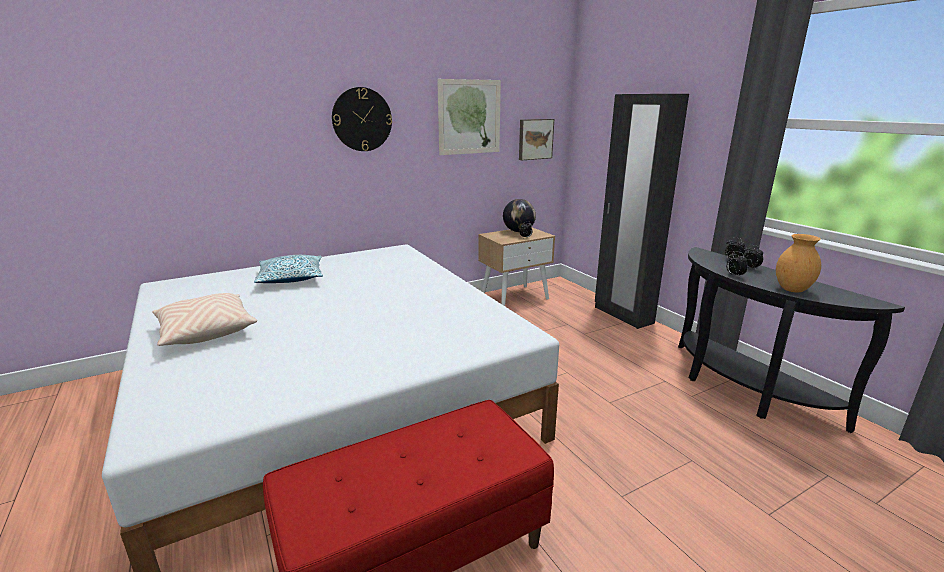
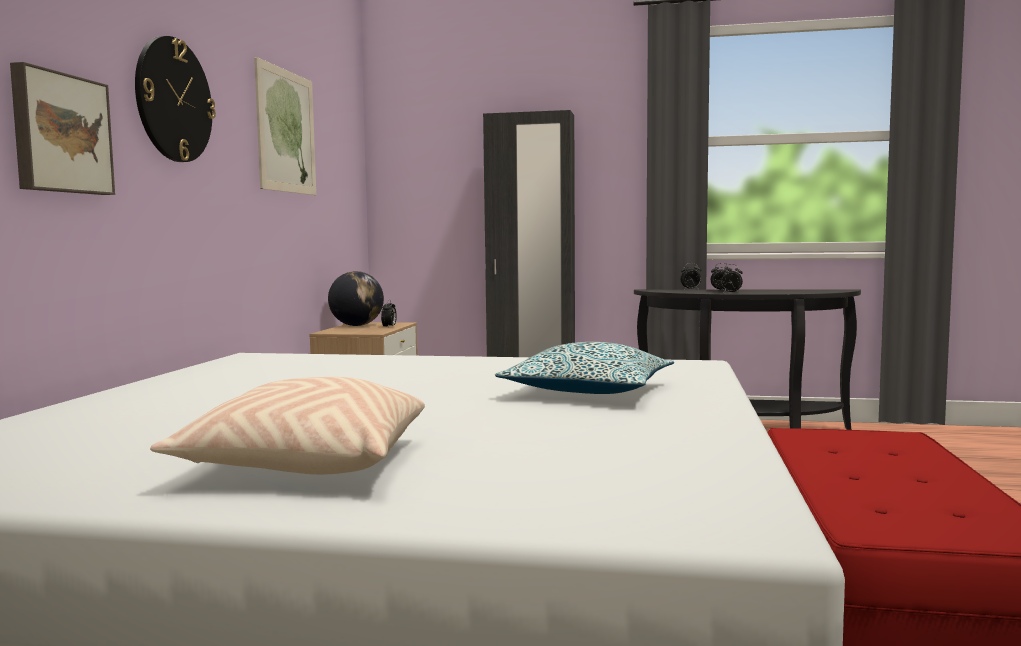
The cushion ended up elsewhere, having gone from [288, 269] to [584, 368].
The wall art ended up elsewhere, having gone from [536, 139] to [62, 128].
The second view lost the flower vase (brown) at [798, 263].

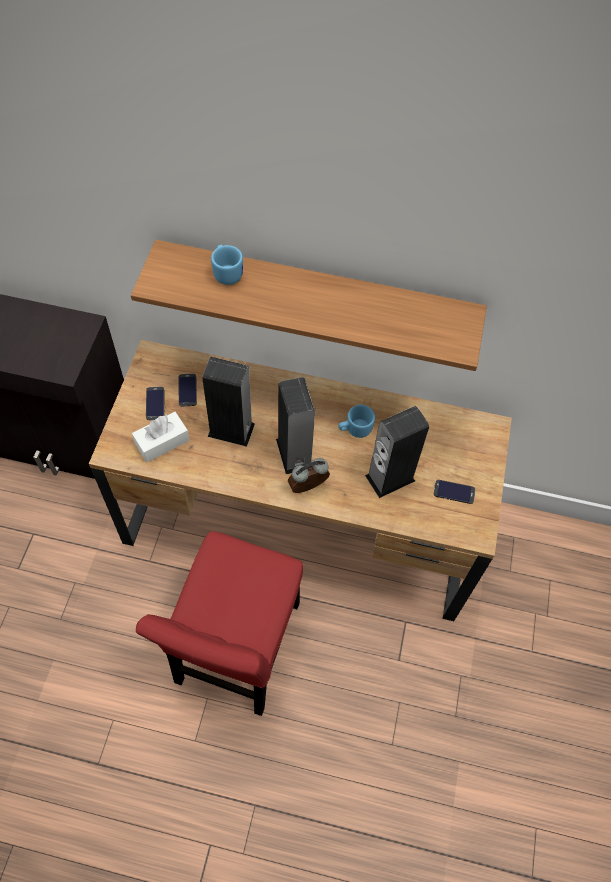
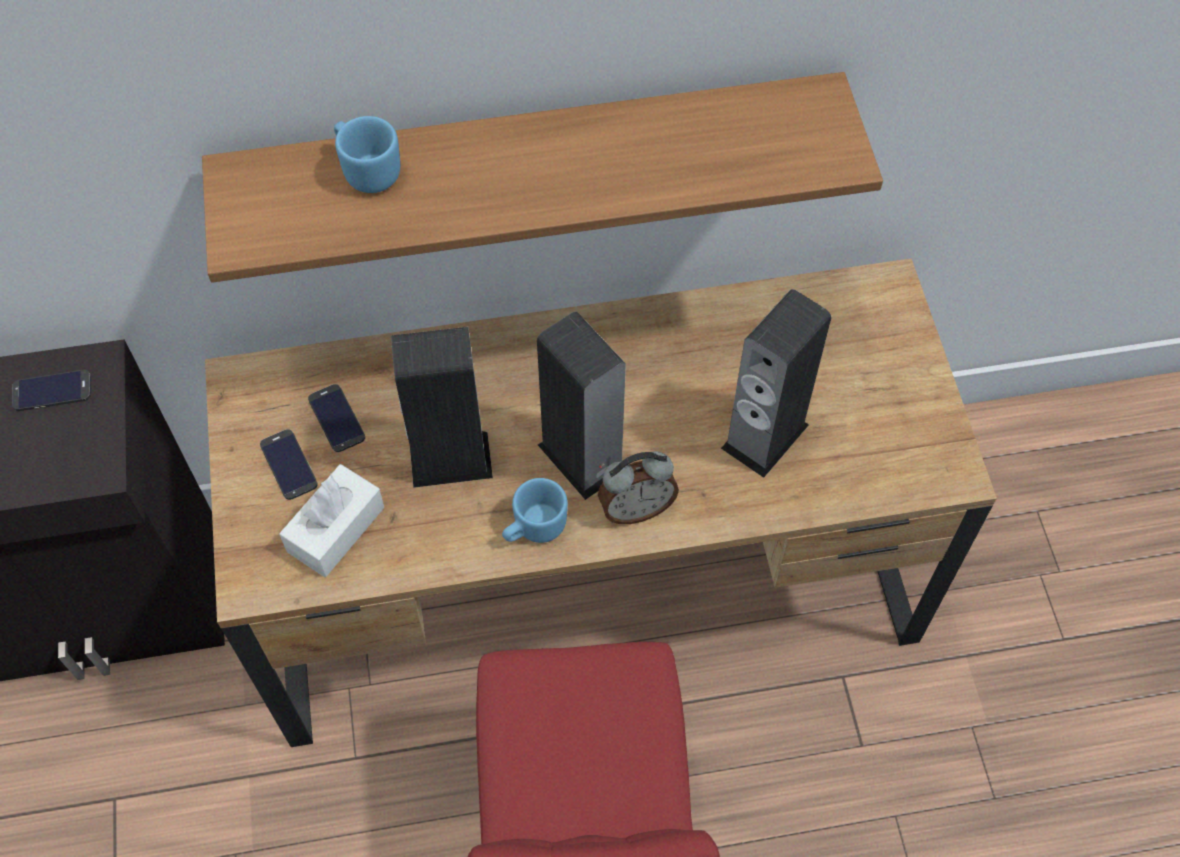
The bedside clock at [309, 475] ended up facing another way, 150 degrees counterclockwise from before.
The mug (blue) ended up elsewhere, having gone from [356, 421] to [535, 510].
The handset ended up elsewhere, having gone from [455, 492] to [51, 390].

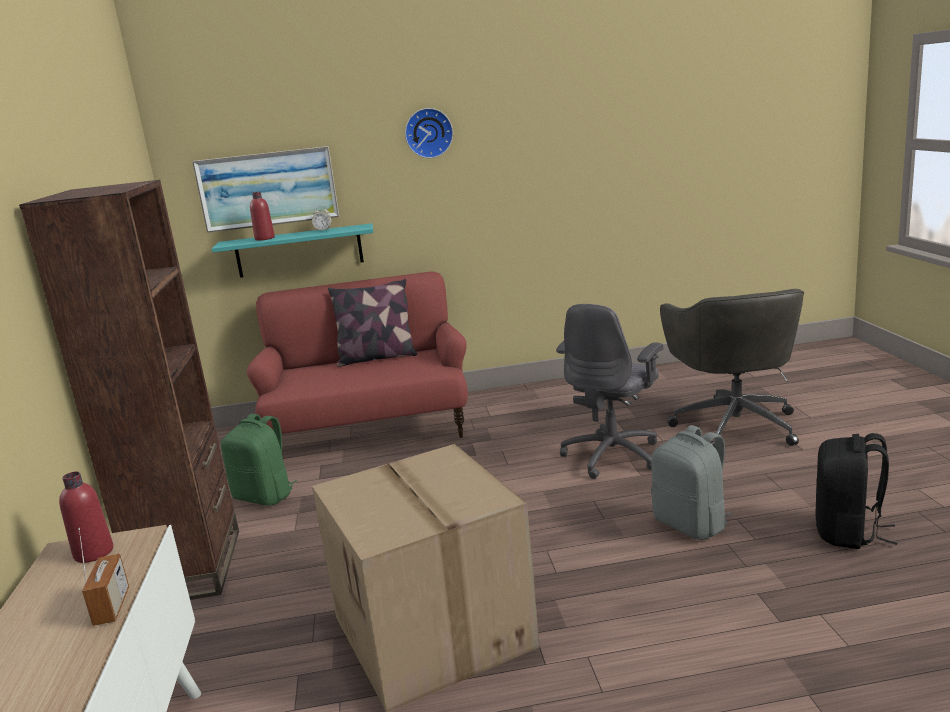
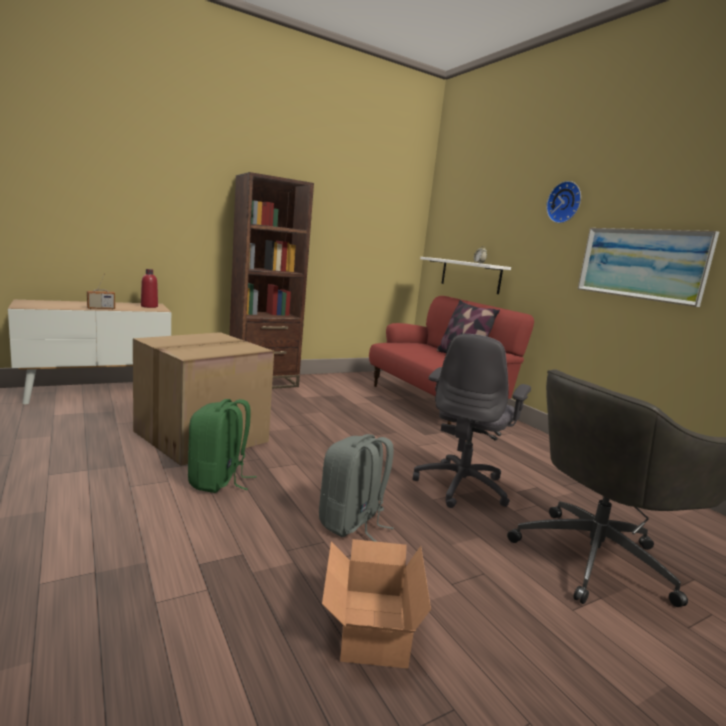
The wall art ended up elsewhere, having gone from [265, 189] to [648, 267].
What was the shelf (turquoise-coloured) at [293, 250] turned into the shelf (white) at [465, 275].
The rucksack (greenish) ended up elsewhere, having gone from [259, 460] to [222, 446].
The second view lost the drink bottle (red-coloured) at [262, 216].
The office chair (gray) at [610, 391] ended up facing another way, 75 degrees counterclockwise from before.
Where the rucksack (black) stood at [856, 491], the packing box came to stand at [376, 603].

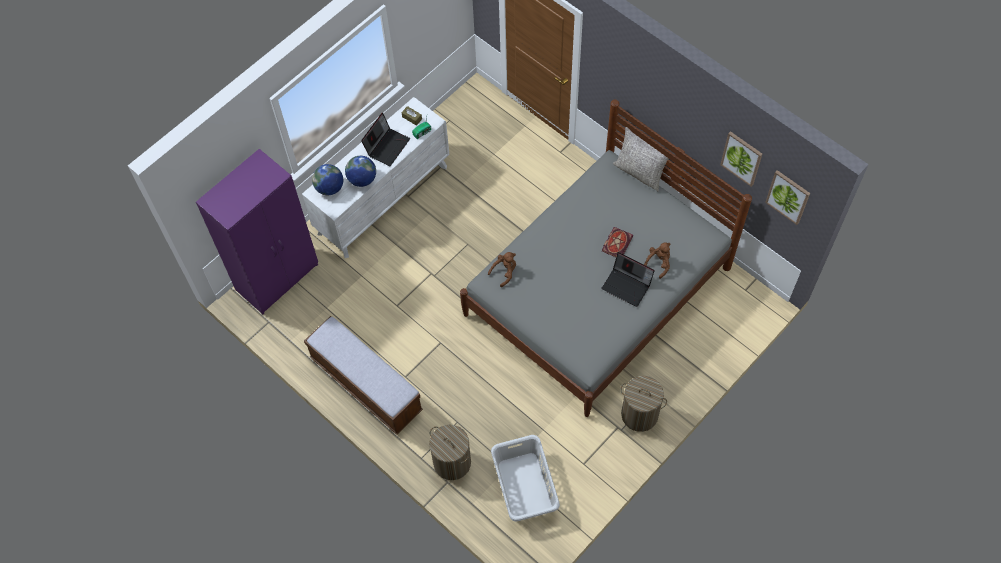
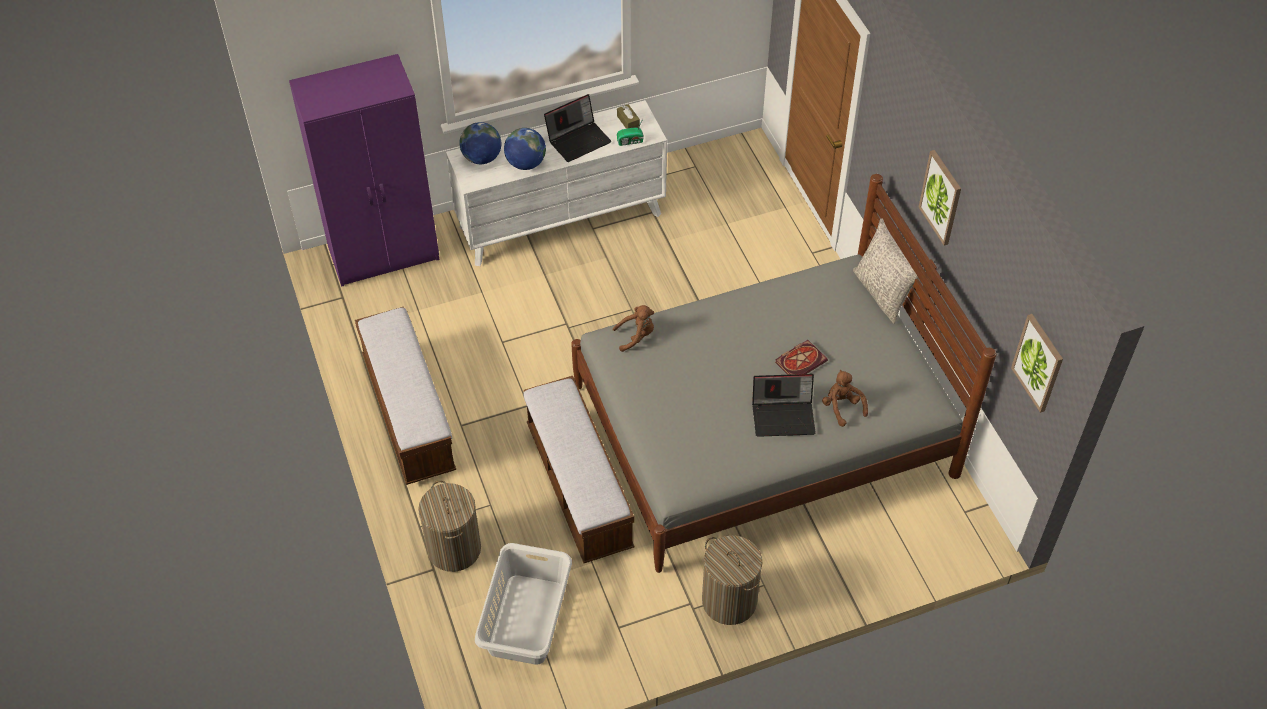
The notebook computer at [628, 279] ended up facing another way, 60 degrees counterclockwise from before.
The soft toy (brown) at [657, 261] ended up facing another way, 90 degrees counterclockwise from before.
The wall art ended up elsewhere, having gone from [741, 159] to [940, 198].
The second view gained the indoor bench at [578, 469].

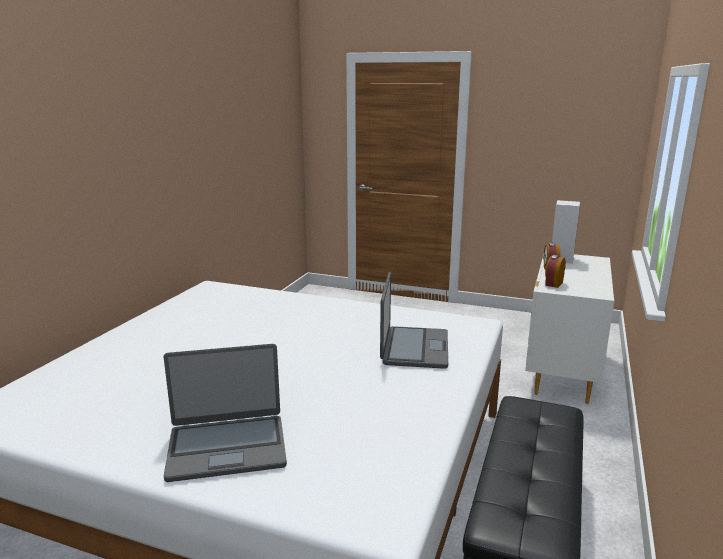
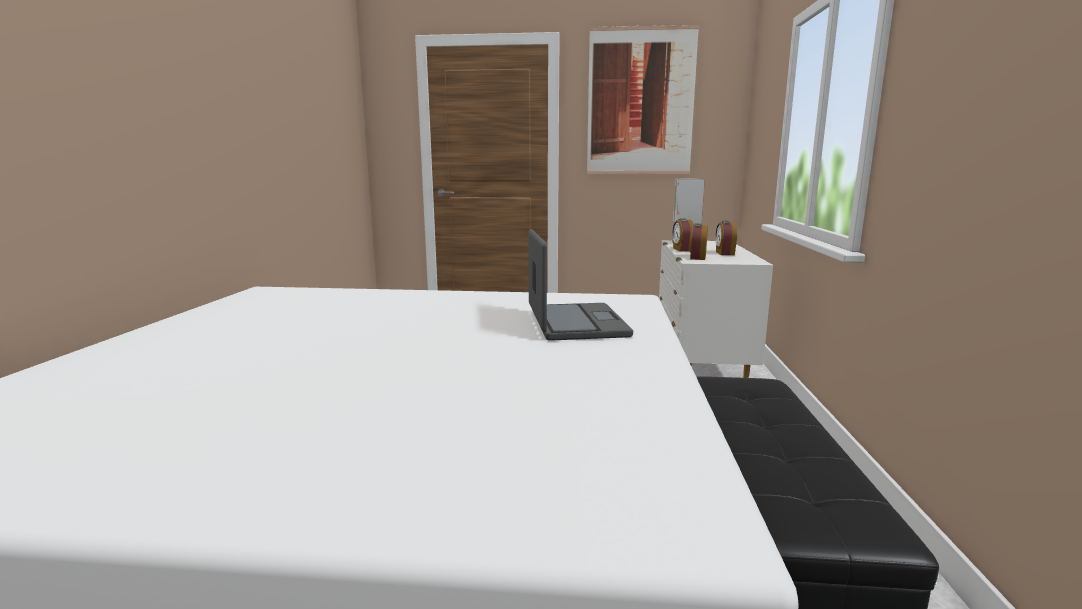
The second view lost the notebook computer at [225, 413].
The second view gained the wall art at [643, 99].
The second view gained the bedside clock at [726, 238].

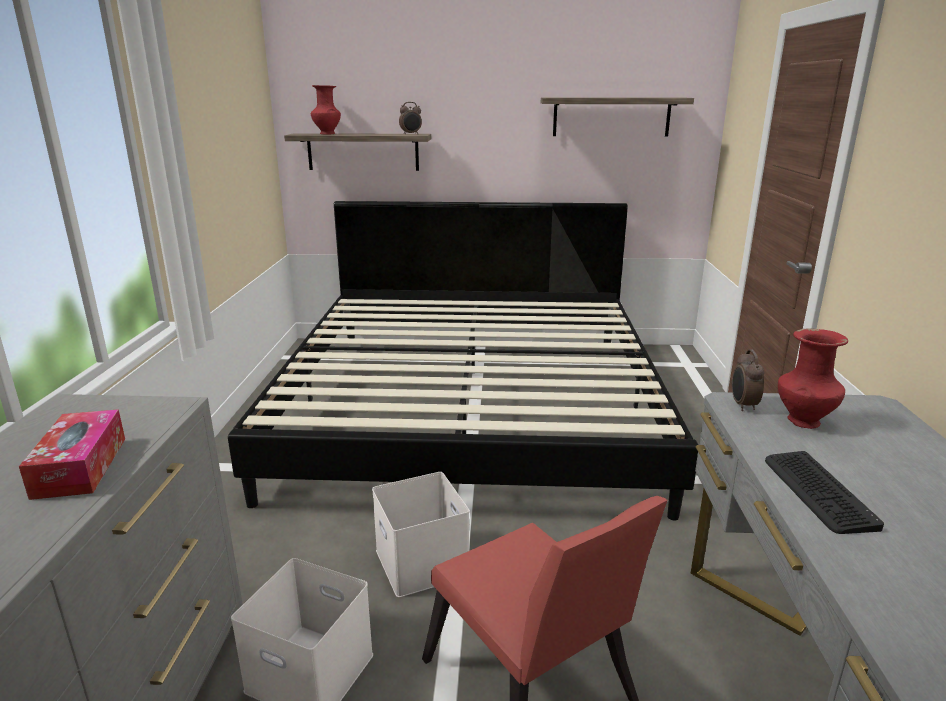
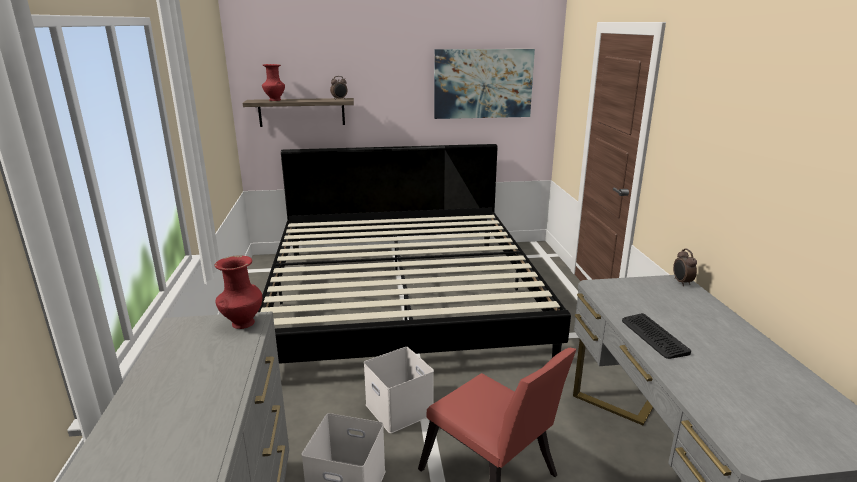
The second view lost the box of tissues at [72, 454].
Where the shelf hung at [617, 117], the wall art came to hang at [484, 84].
The bedside clock ended up elsewhere, having gone from [748, 380] to [685, 267].
The flower vase (red-coloured) ended up elsewhere, having gone from [813, 378] to [238, 292].

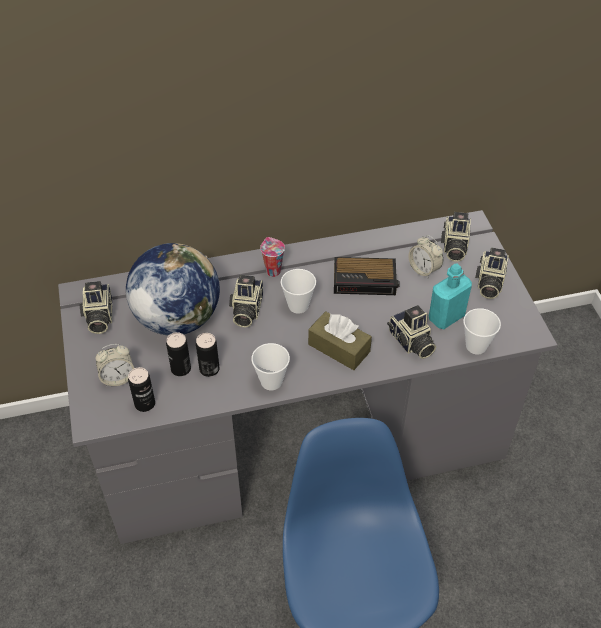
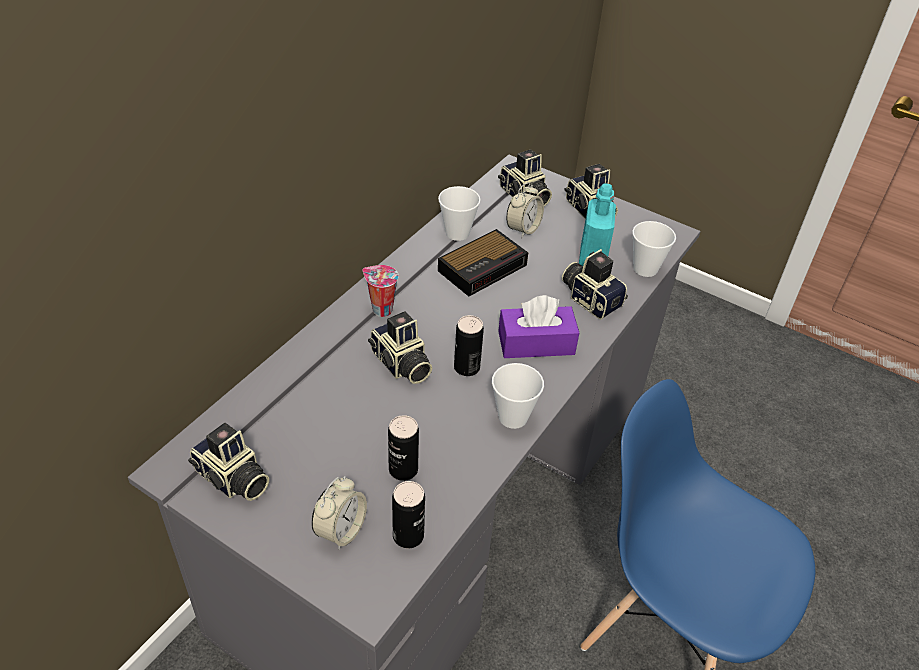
The second view lost the world globe at [173, 289].
The can ended up elsewhere, having gone from [208, 355] to [469, 345].
The drinking cup ended up elsewhere, having gone from [298, 291] to [459, 213].
What was the box of tissues (brown) at [340, 340] turned into the box of tissues (purple) at [538, 326].
The still camera at [411, 332] ended up facing another way, 150 degrees counterclockwise from before.
The bedside clock at [426, 257] ended up facing another way, 60 degrees counterclockwise from before.

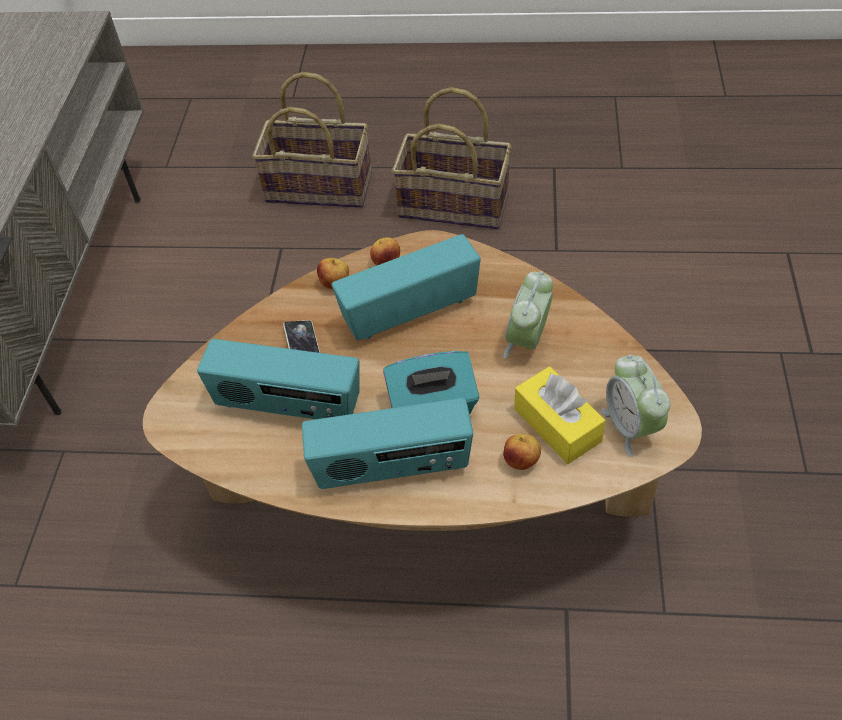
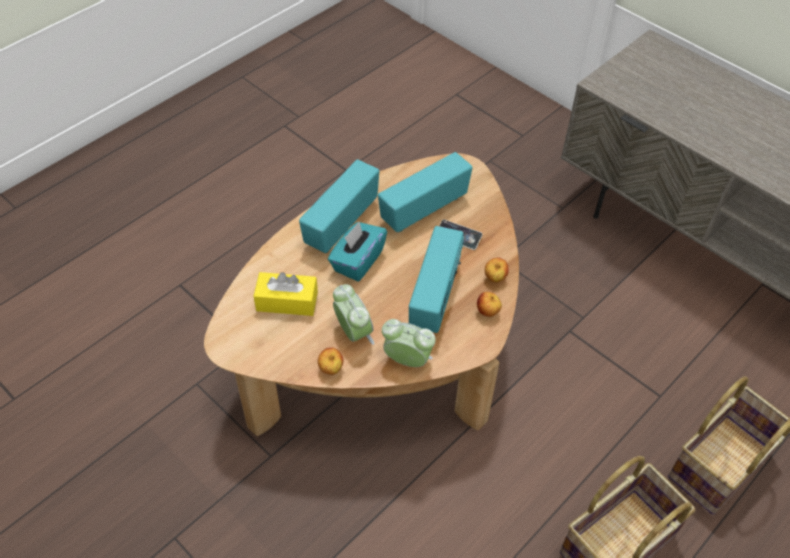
The apple fruit ended up elsewhere, having gone from [522, 452] to [330, 361].
The bedside clock ended up elsewhere, having gone from [635, 406] to [409, 343].

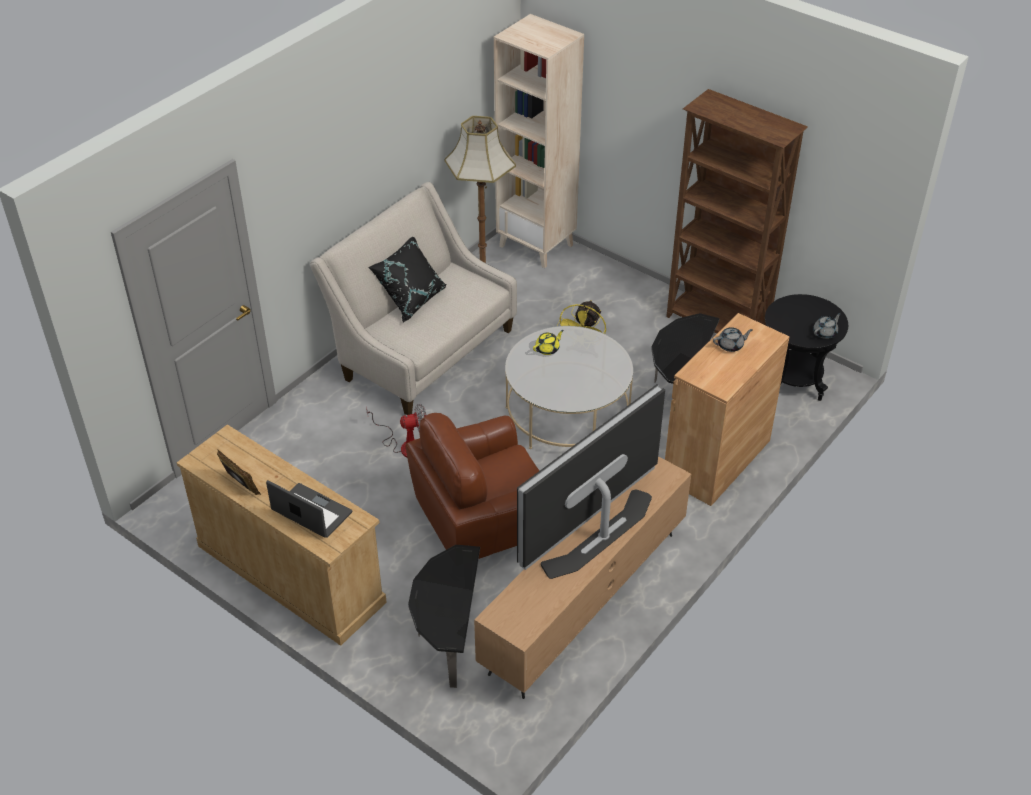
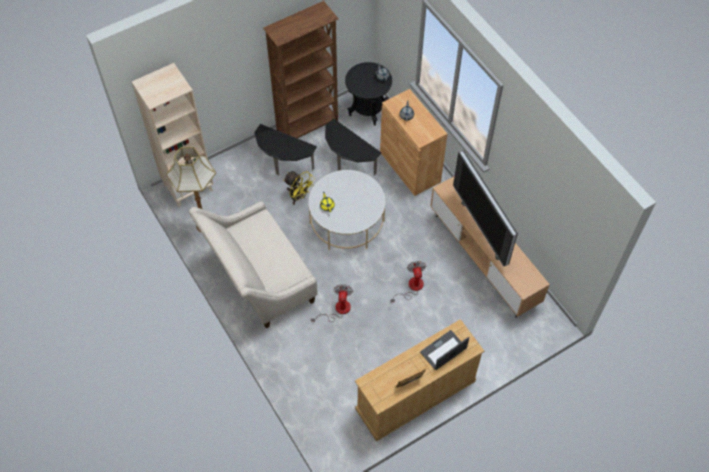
The second view lost the cushion (black) at [407, 280].
Where the armchair (brown) stood at [472, 486], the cooling fan came to stand at [408, 281].
The accent table ended up elsewhere, having gone from [444, 616] to [285, 149].

